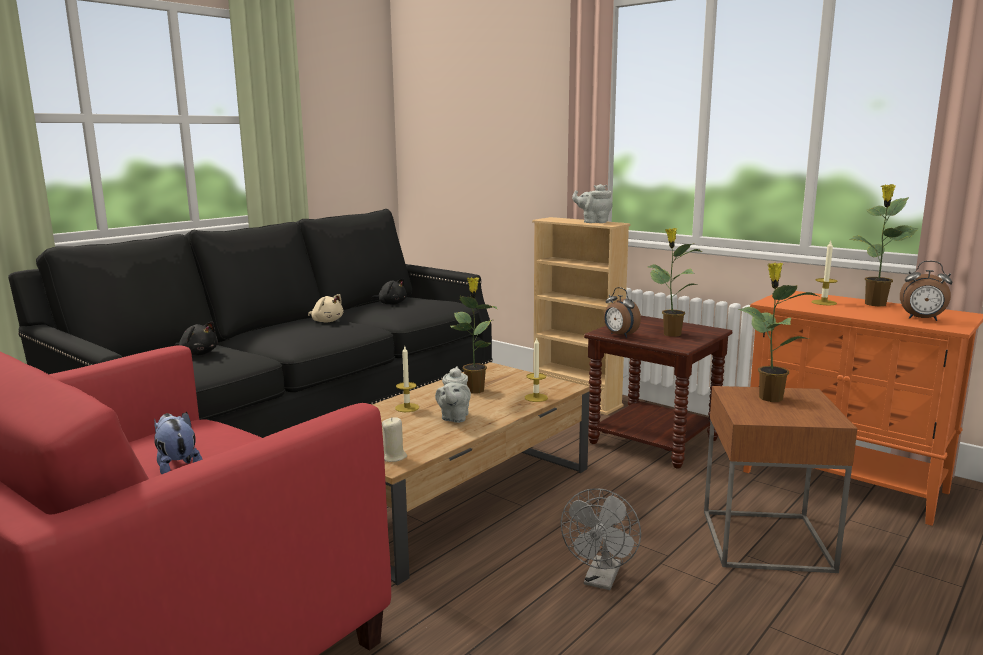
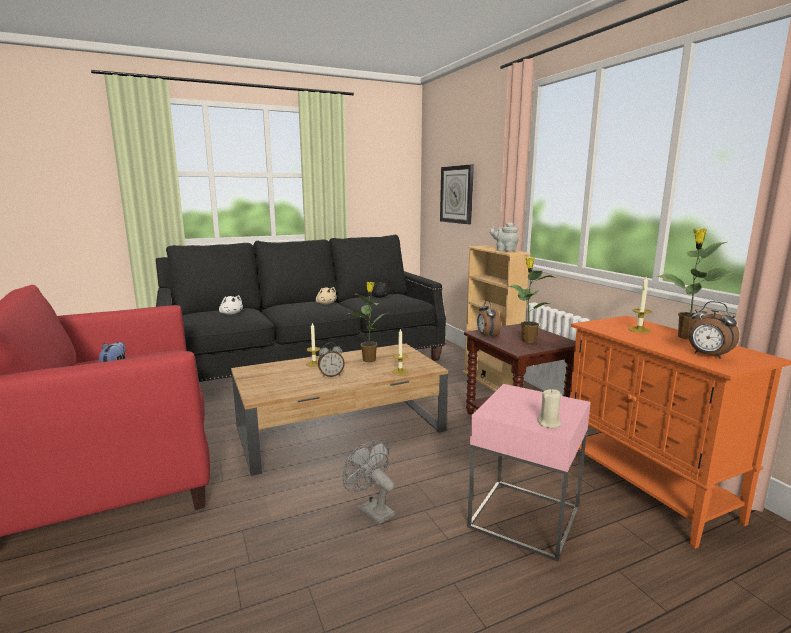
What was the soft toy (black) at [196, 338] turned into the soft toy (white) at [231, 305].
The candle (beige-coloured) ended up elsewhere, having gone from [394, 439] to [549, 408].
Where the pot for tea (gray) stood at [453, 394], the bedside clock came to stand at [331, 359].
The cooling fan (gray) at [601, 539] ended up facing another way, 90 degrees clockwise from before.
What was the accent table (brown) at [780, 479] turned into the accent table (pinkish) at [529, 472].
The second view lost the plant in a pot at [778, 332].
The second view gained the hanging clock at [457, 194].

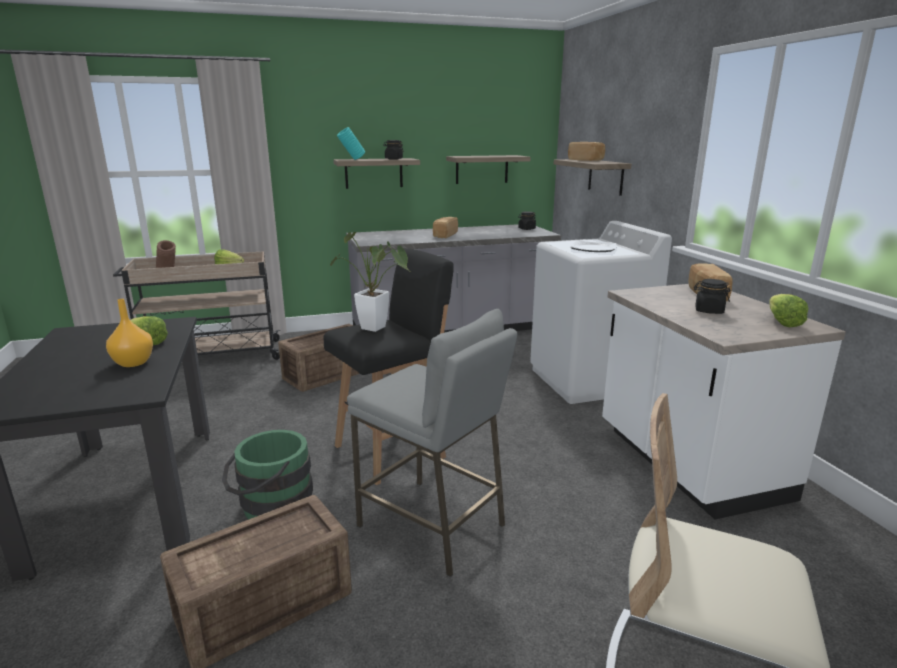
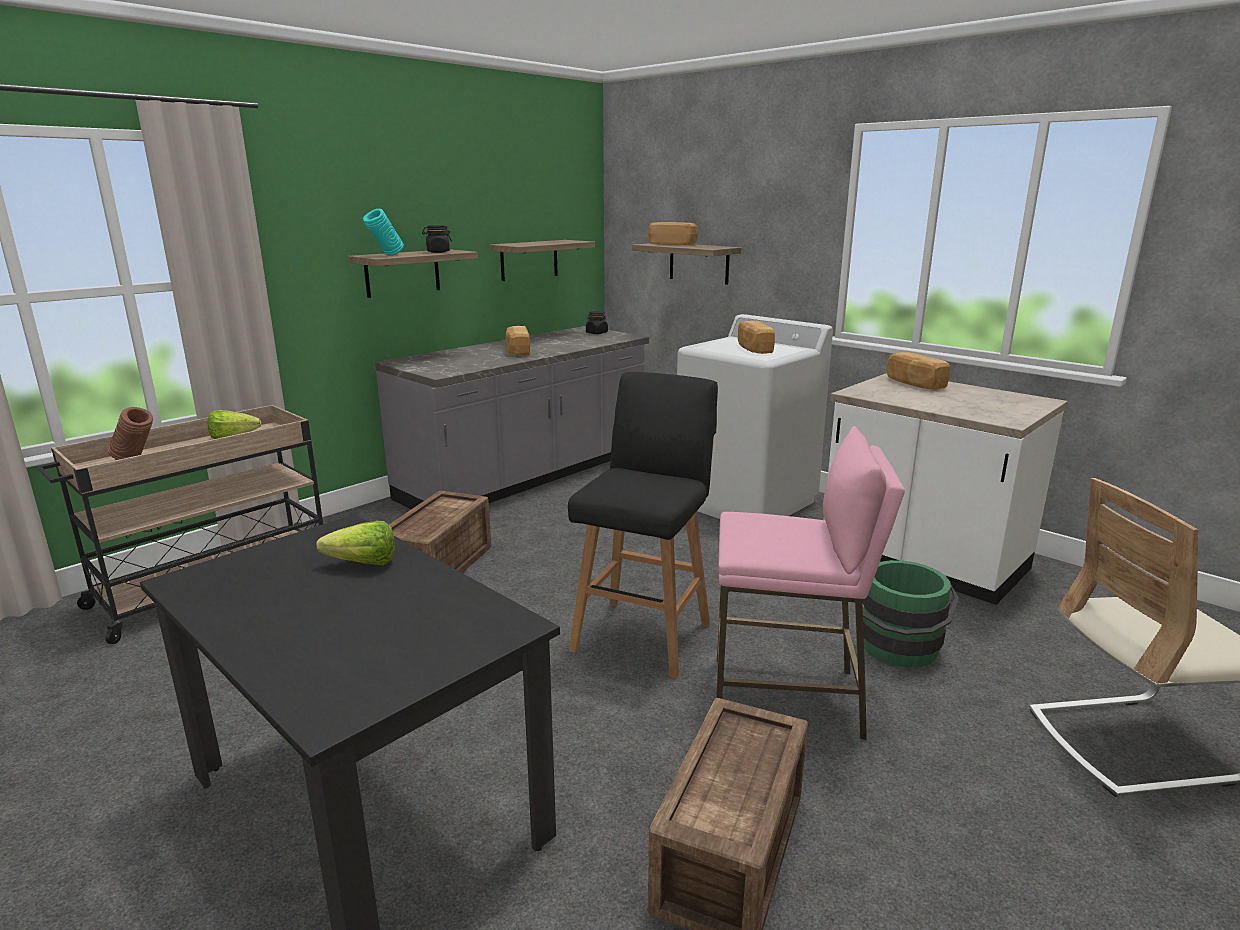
The second view lost the flower vase (orangey) at [129, 333].
The pail (greenish) ended up elsewhere, having gone from [267, 475] to [910, 614].
The second view lost the plant in a pot at [369, 282].
What was the stool (gray) at [432, 443] turned into the stool (pinkish) at [810, 583].
Where the flat dish stood at [593, 246], the bread came to stand at [756, 337].
The second view lost the jar (black) at [712, 296].
The second view lost the lettuce head at [789, 310].

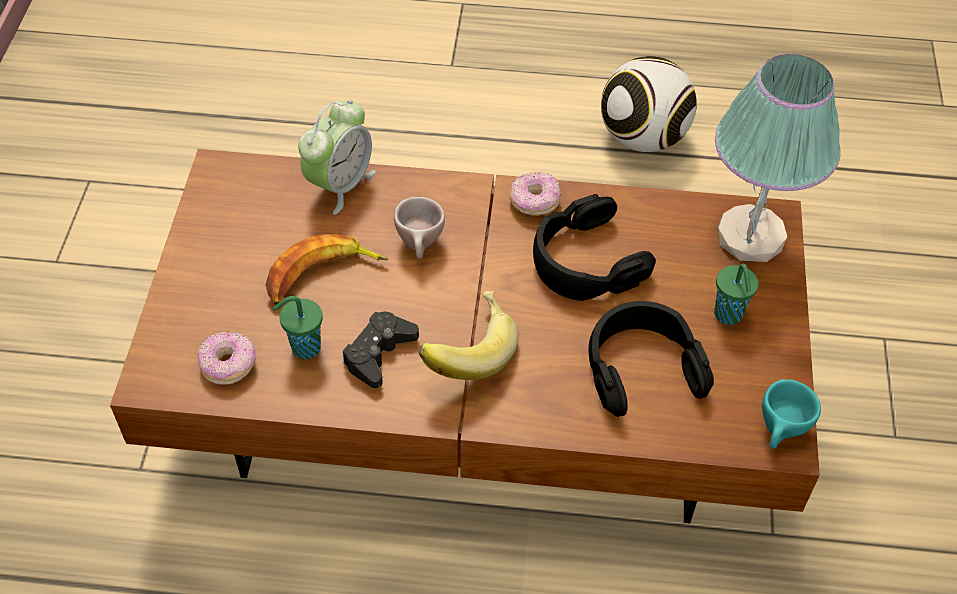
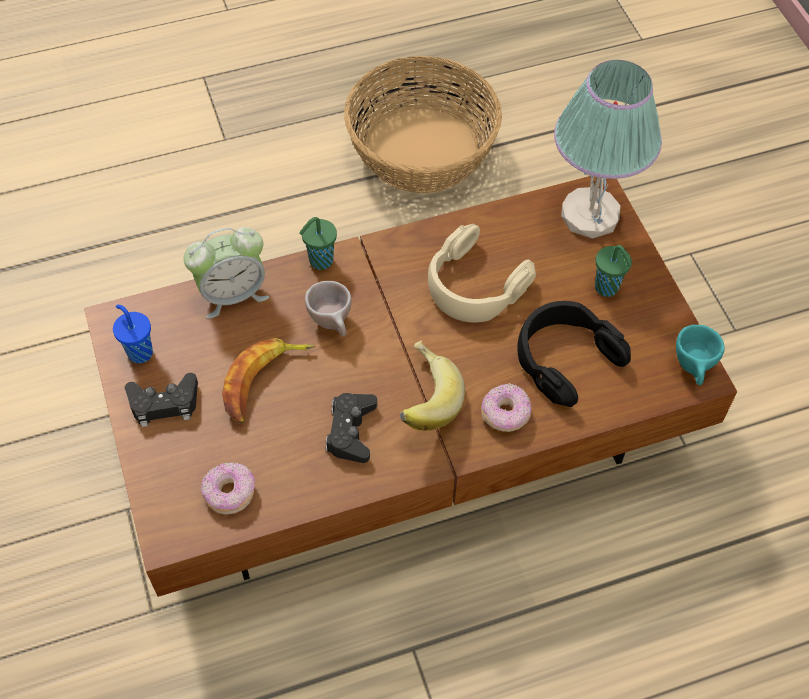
The drinking cup (greenish) ended up elsewhere, having gone from [298, 327] to [318, 243].
The bedside clock at [337, 156] ended up facing another way, 60 degrees clockwise from before.
The donut ended up elsewhere, having gone from [535, 194] to [506, 407].
What was the headphones (black) at [594, 247] turned into the headphones (beige-coloured) at [482, 273].
Where the football stood at [649, 104], the storage basket came to stand at [423, 124].
The second view gained the drinking cup (blue) at [133, 334].
The second view gained the gamepad (black) at [161, 400].

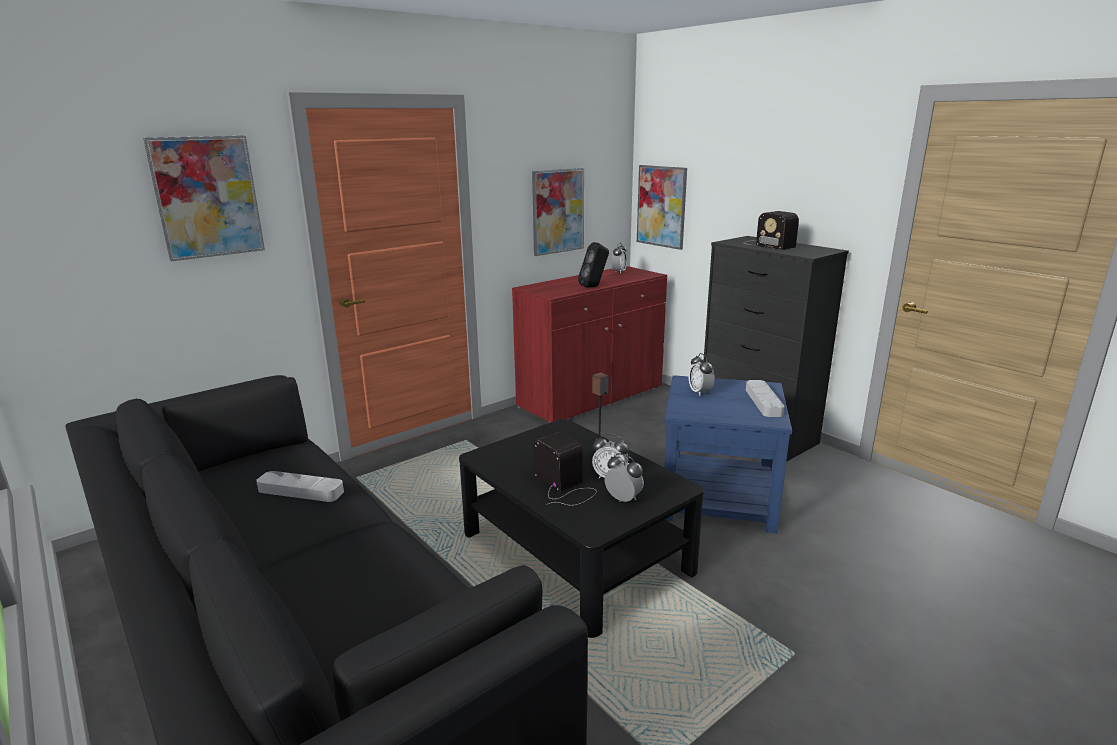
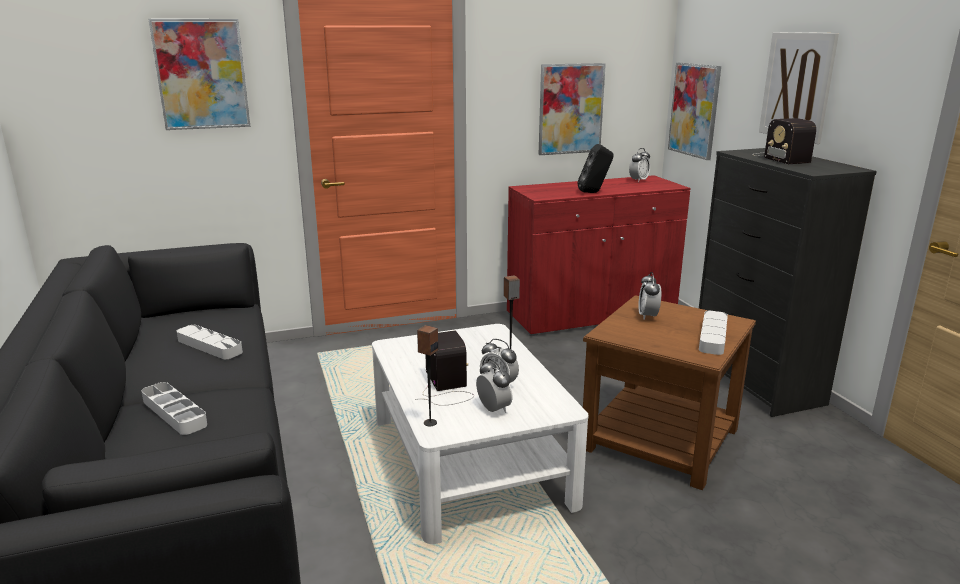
What was the low table (black) at [581, 528] turned into the low table (white) at [480, 434].
What was the accent table (blue) at [728, 454] turned into the accent table (brown) at [669, 392].
The second view gained the carrying tray (gray) at [174, 408].
The second view gained the loudspeaker at [427, 375].
The second view gained the wall art at [799, 88].

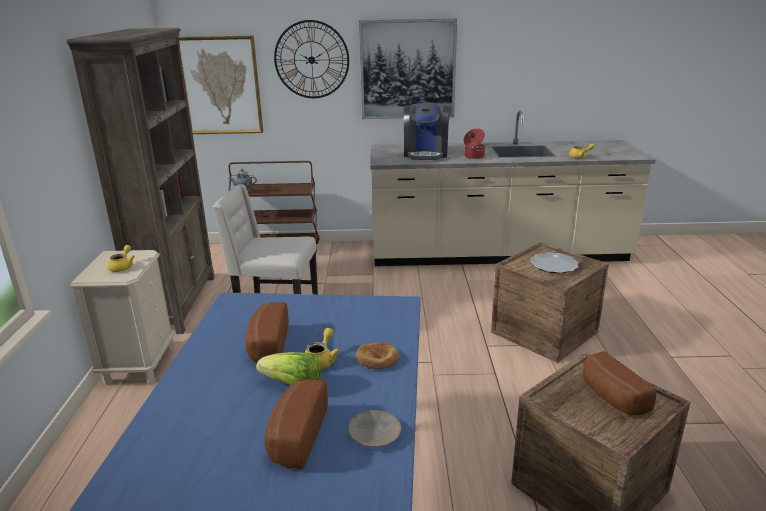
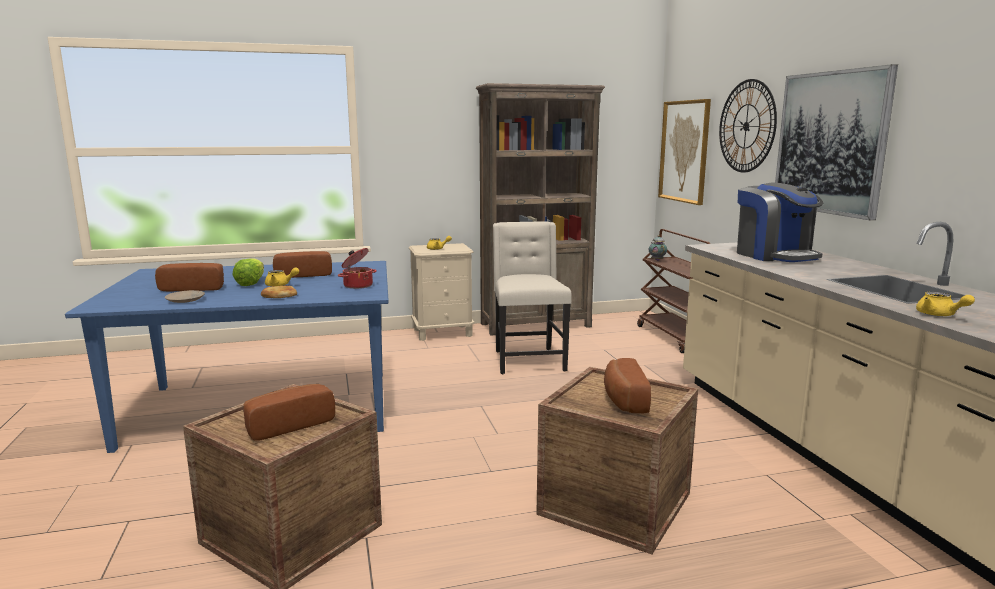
The coffee machine at [427, 131] ended up facing another way, 105 degrees counterclockwise from before.
The saucepot ended up elsewhere, having gone from [474, 144] to [357, 268].
Where the flat dish stood at [554, 262], the bread came to stand at [627, 385].

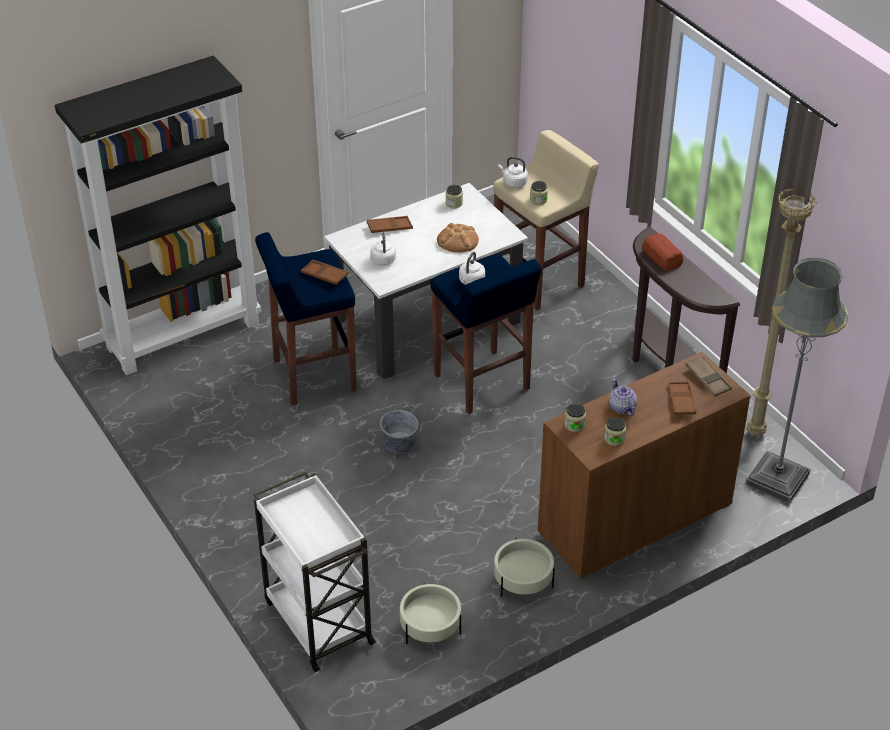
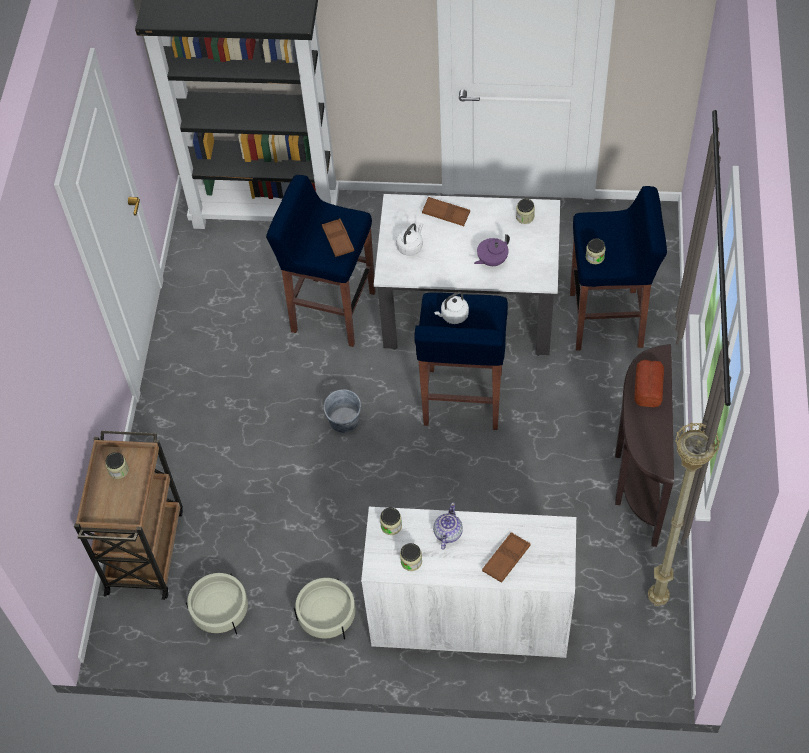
What was the cart (white) at [315, 571] turned into the cart (brown) at [128, 515].
Where the bread stood at [458, 237], the pot for tea (purple) came to stand at [492, 250].
What was the stool (beige-coloured) at [546, 220] turned into the stool (blue) at [618, 268].
The second view lost the water kettle (white) at [513, 172].
What was the storage cabinet (brown) at [644, 466] turned into the storage cabinet (white) at [468, 582].
The second view lost the carrying tray (brown) at [709, 376].
The second view lost the standing lamp (gray) at [796, 381].
The second view gained the jar at [117, 465].

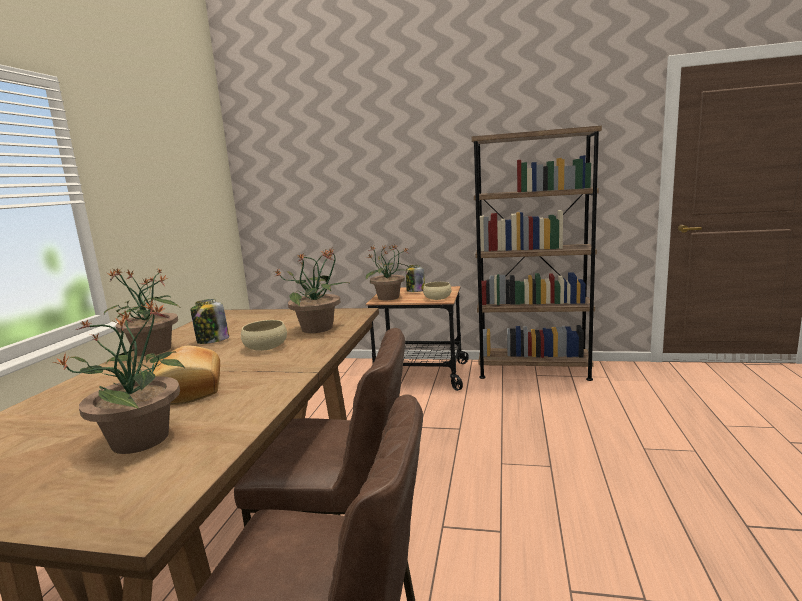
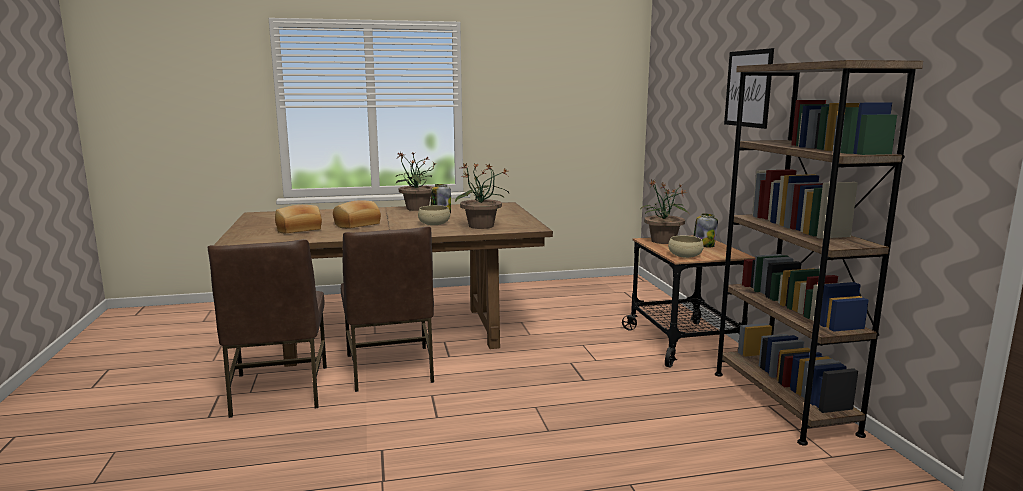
Where the plant in a pot stood at [119, 376], the bread came to stand at [298, 219].
The second view gained the wall art at [749, 88].

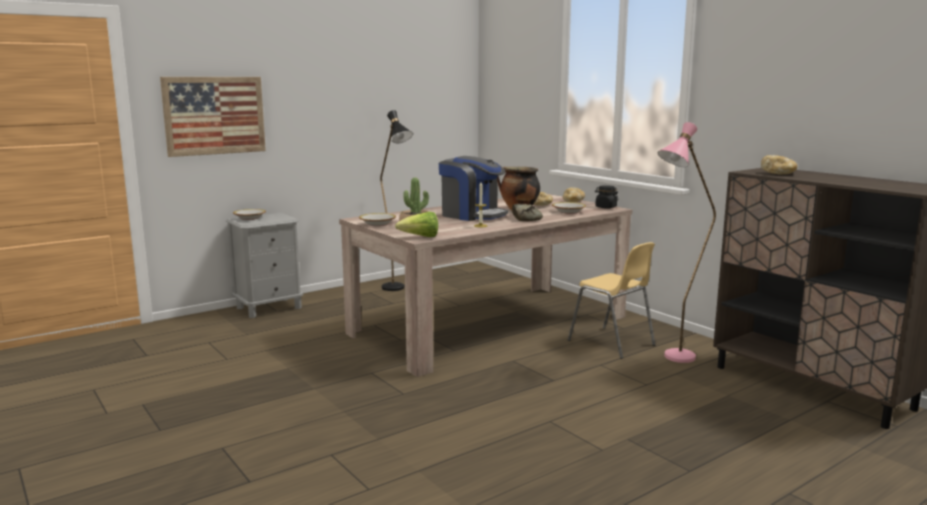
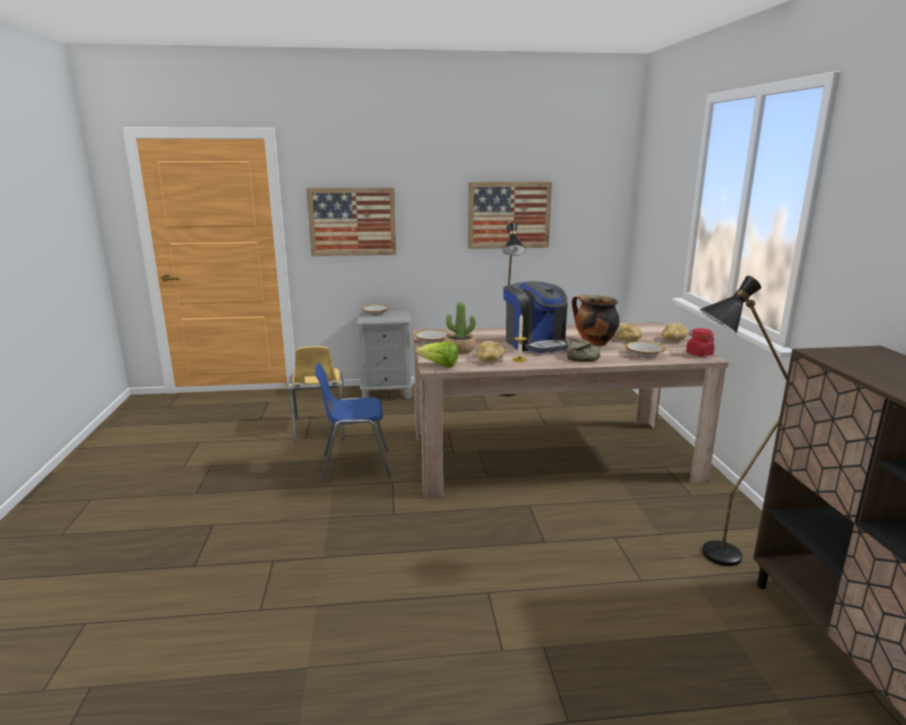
The chair (yellow-coloured) ended up elsewhere, having gone from [611, 300] to [317, 394].
What was the jar (black) at [606, 197] turned into the jar (red-coloured) at [700, 342].
What was the standing lamp (pinkish) at [687, 242] turned into the standing lamp (black) at [743, 421].
The bread ended up elsewhere, having gone from [779, 165] to [490, 351].
The second view gained the chair (blue) at [353, 422].
The second view gained the wall art at [510, 215].

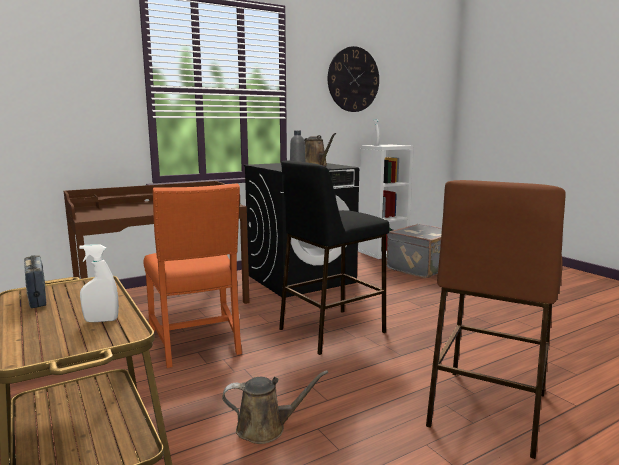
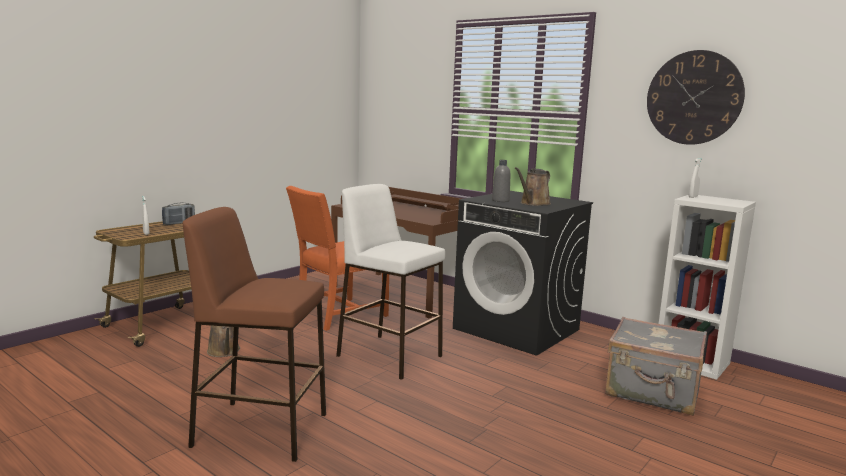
What was the stool (black) at [334, 257] turned into the stool (white) at [390, 282].

